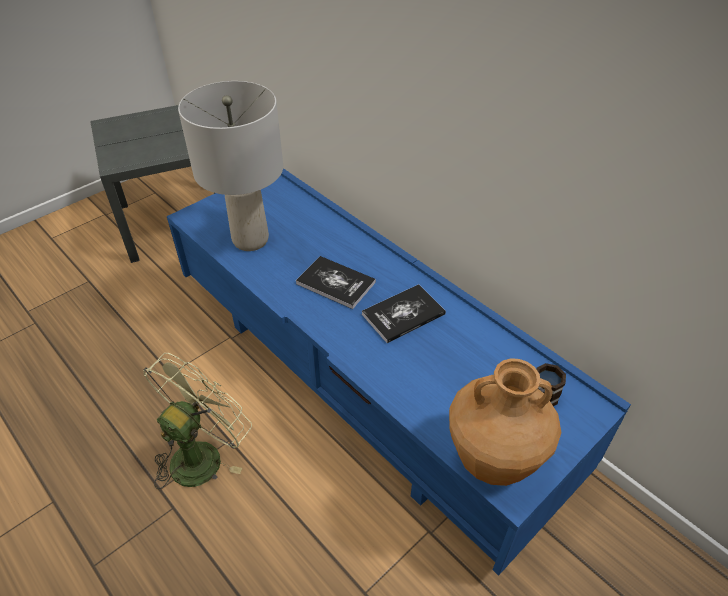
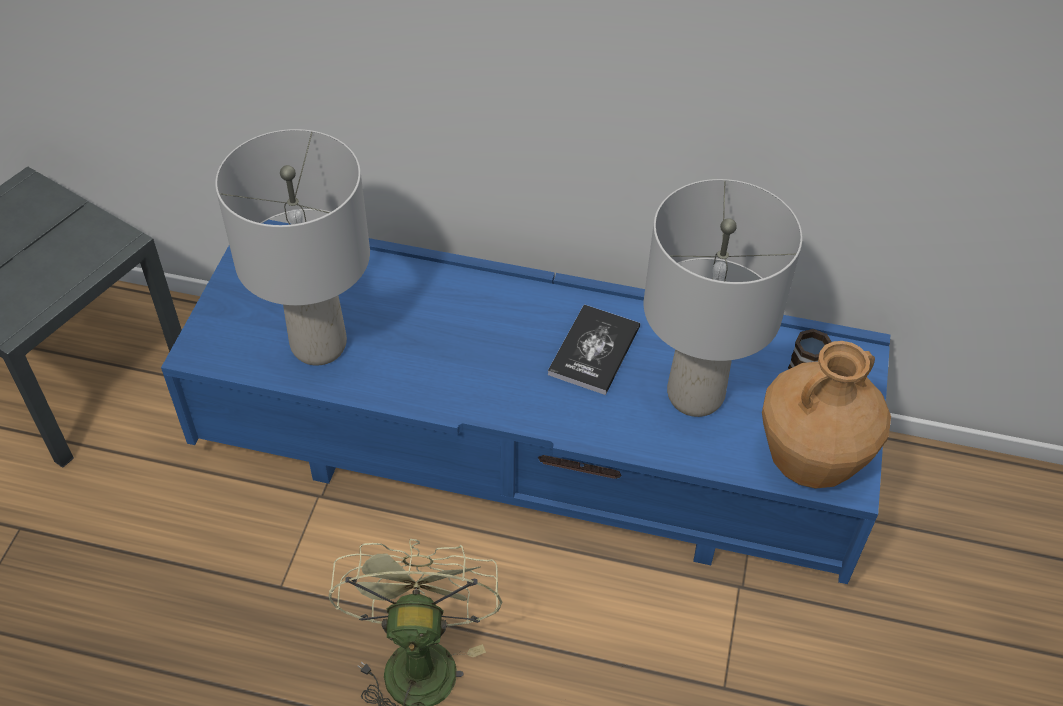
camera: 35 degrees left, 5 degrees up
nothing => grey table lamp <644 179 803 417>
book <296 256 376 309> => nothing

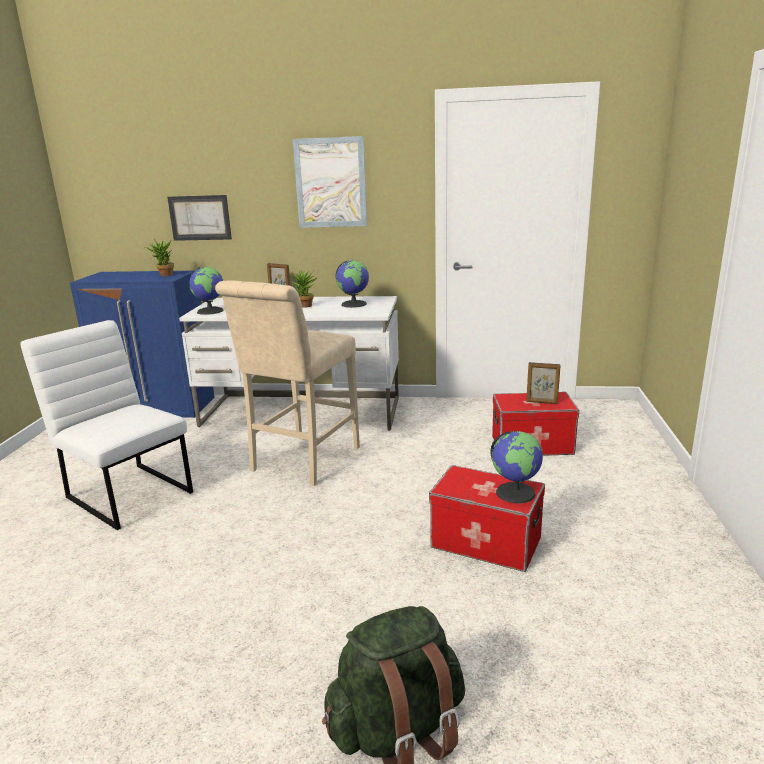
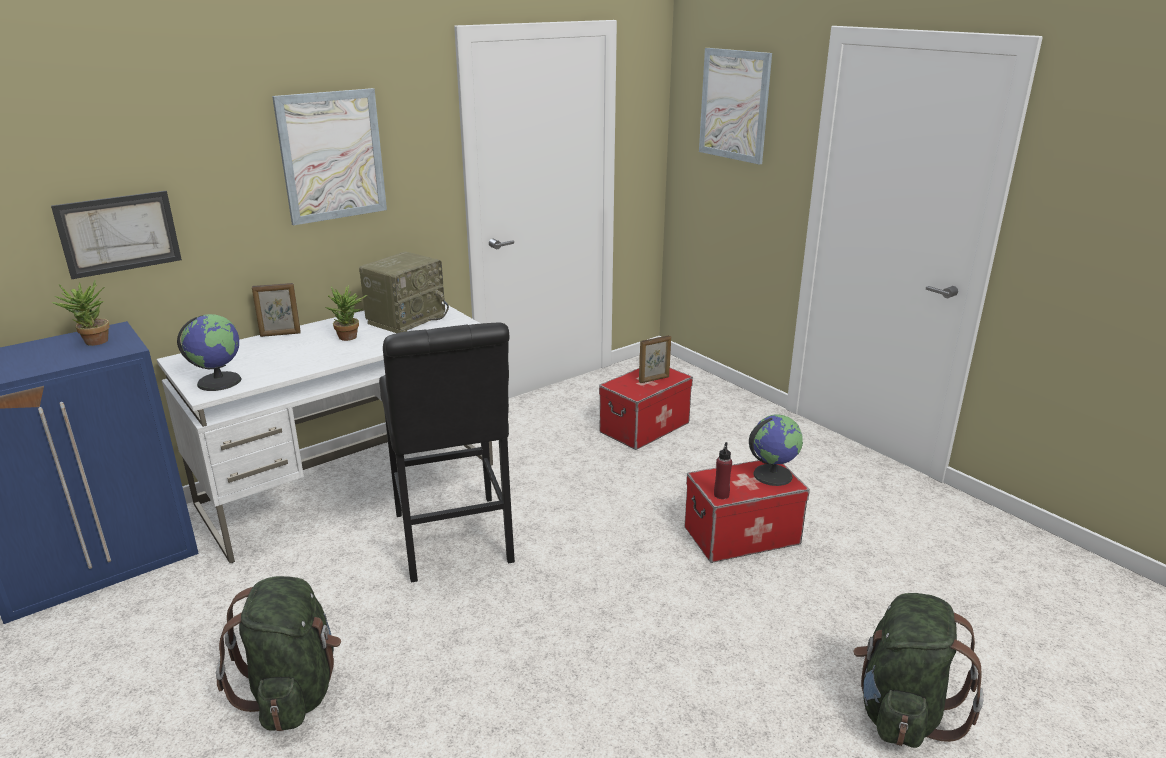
camera: 45 degrees left, 5 degrees up
white chair <21 320 193 530> => green backpack <216 576 341 731>
globe <336 260 369 308> => radio <359 252 449 333>
beige stool <215 281 360 486> => black stool <379 323 515 583>
nothing => picture <699 48 772 165>
nothing => red bottle <714 442 732 499>

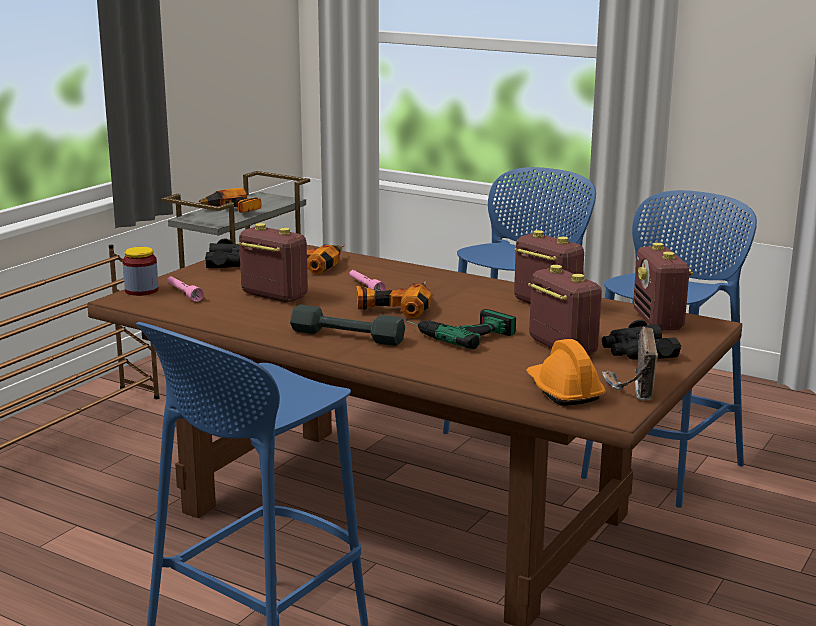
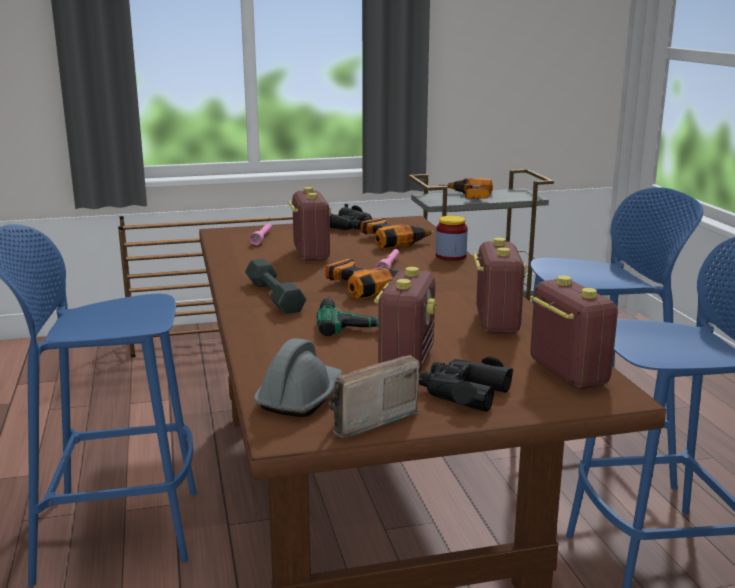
camera: 45 degrees right, 0 degrees up
orange hard hat <526 339 606 406> => grey hard hat <254 338 343 417>
jar <123 247 159 296> => jar <436 216 468 261>, move
radio <633 242 694 330> => radio <530 275 618 389>, 120 degrees clockwise

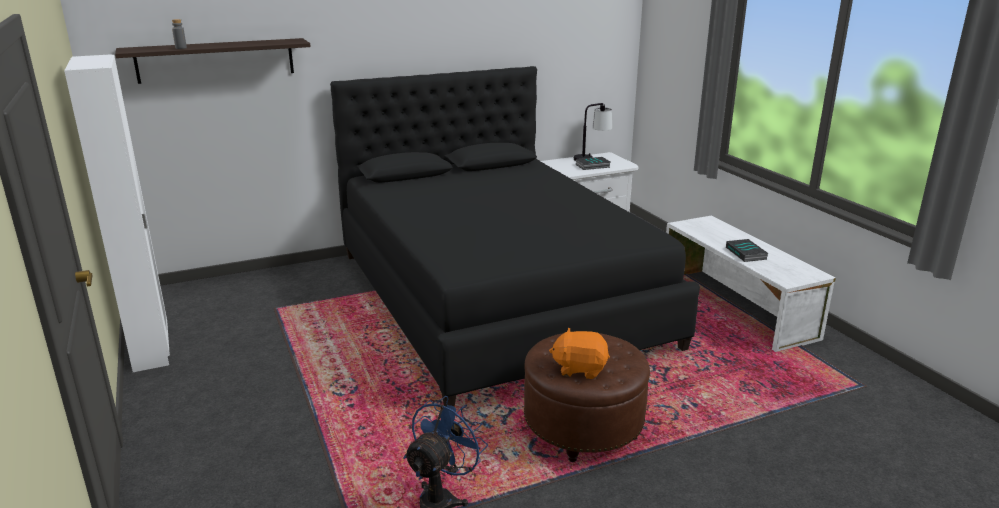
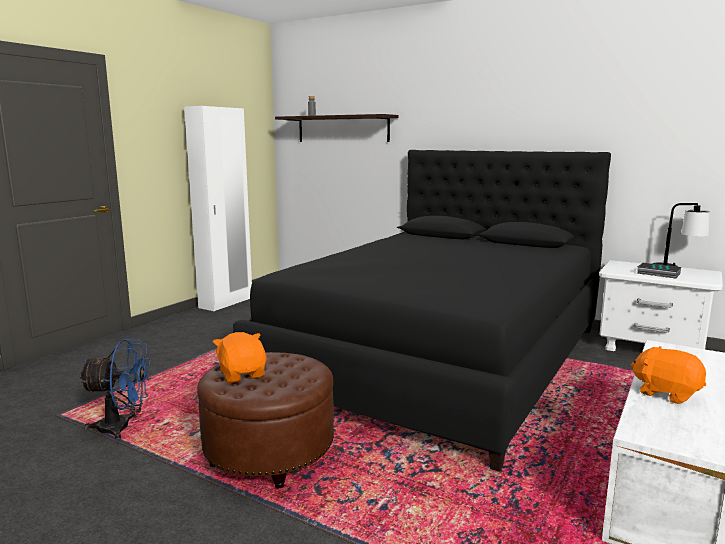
camera: 55 degrees right, 10 degrees down
book <726 239 768 262> => orange plush toy <631 346 706 404>

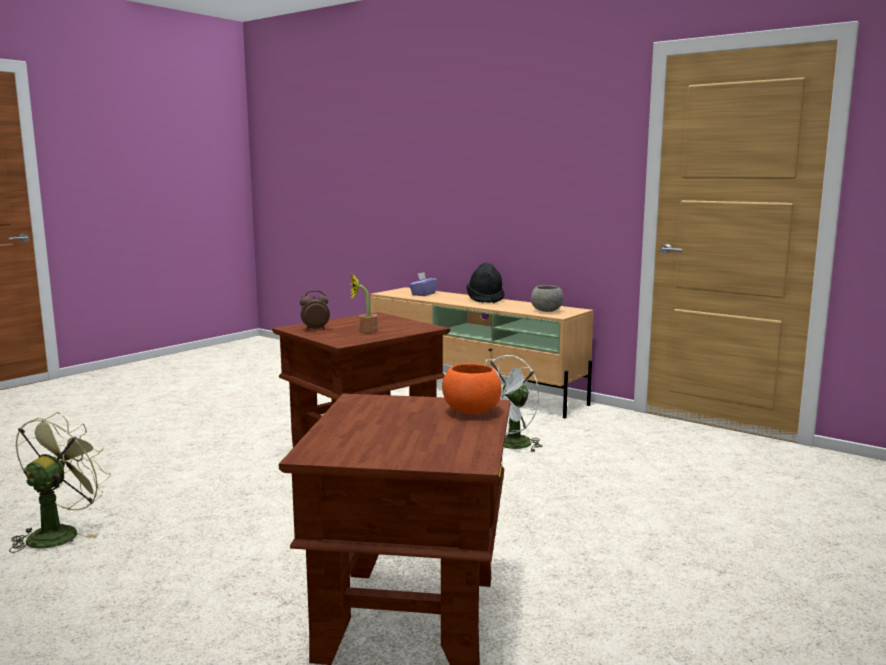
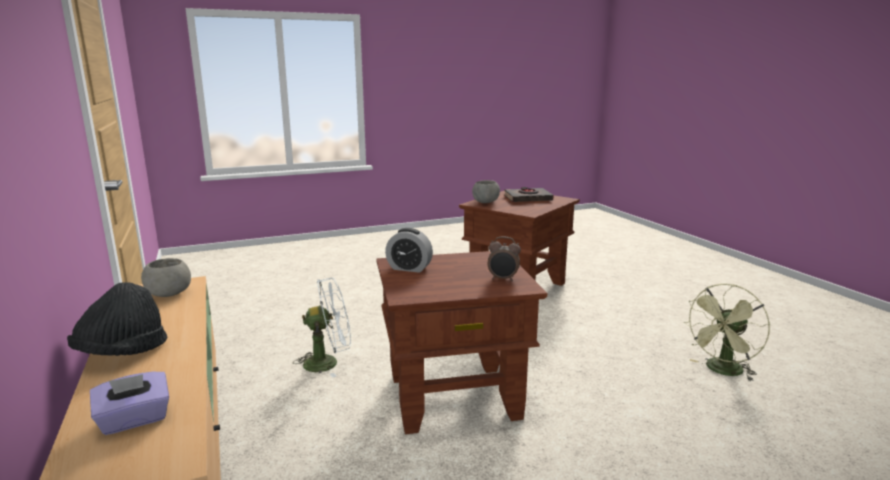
camera: 150 degrees left, 5 degrees up
nothing => alarm clock <385 228 433 273>
orange bowl <442 363 502 414> => grey bowl <472 180 500 203>
nothing => black book <504 187 554 202>
potted plant <349 274 378 333> => nothing

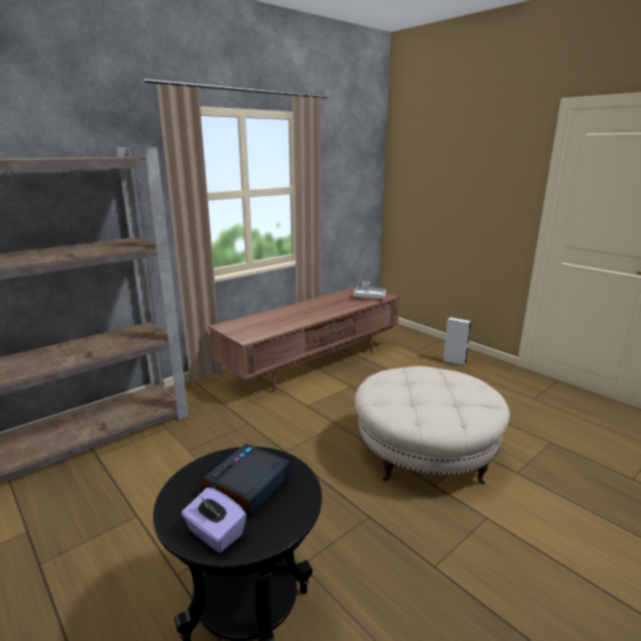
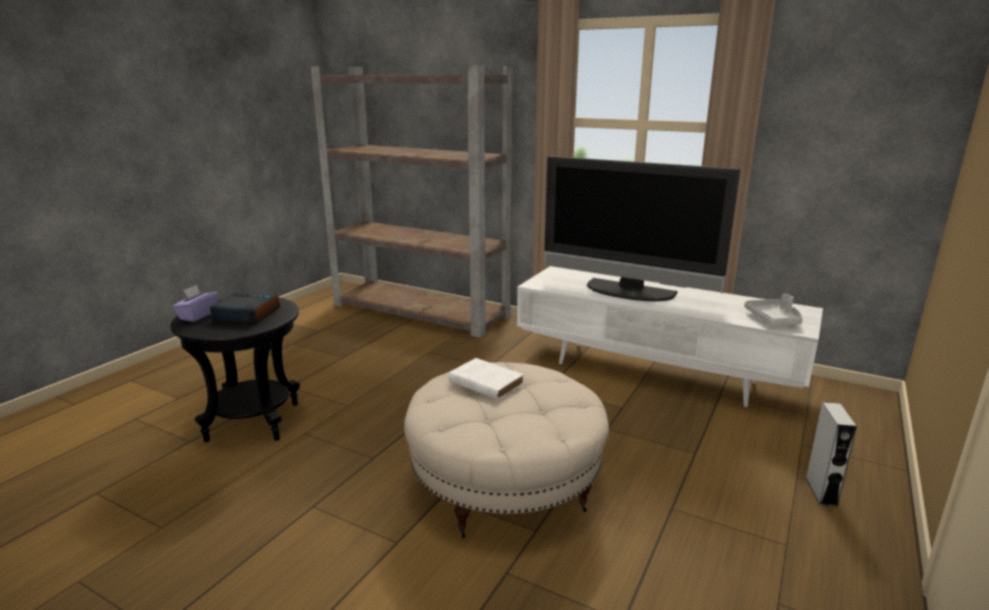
camera: 70 degrees right, 0 degrees up
nothing => white book <448 358 524 400>
brown tv stand <208 286 400 392> => white tv stand <517 266 823 407>
nothing => television <544 156 740 301>

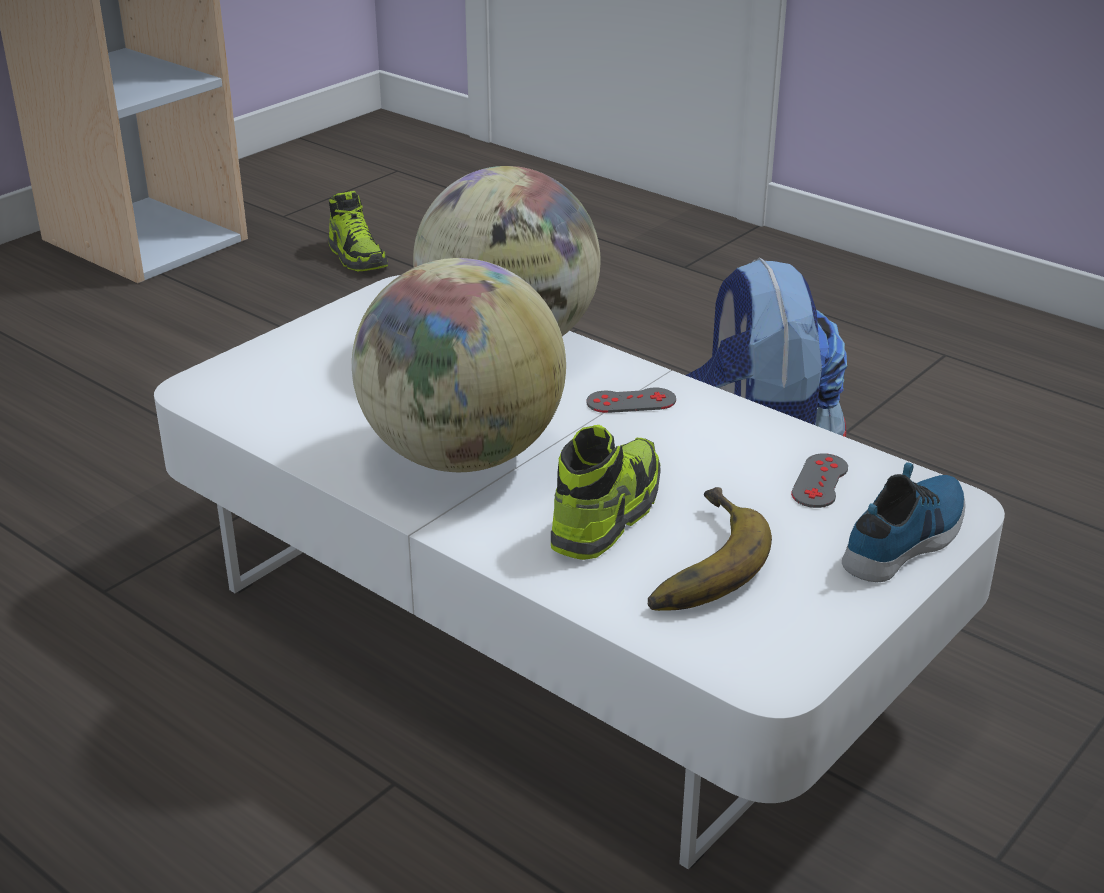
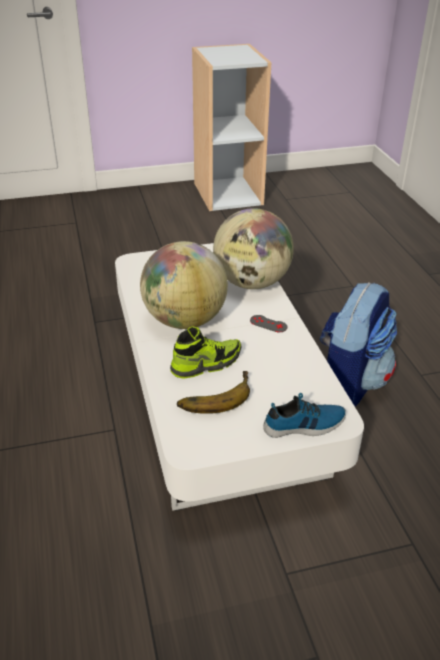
camera: 35 degrees right, 5 degrees up
shoe <328 191 388 271> => nothing
grey game controller <791 453 848 508> => nothing

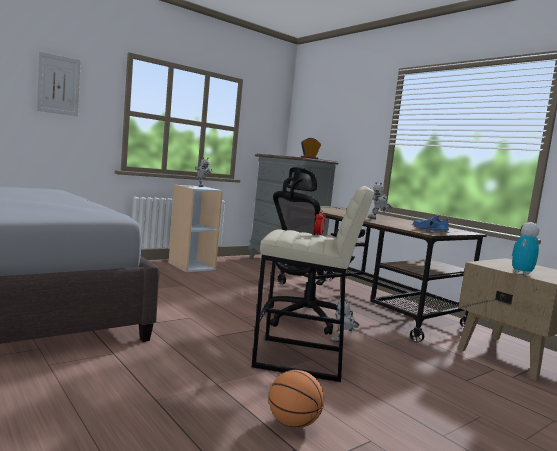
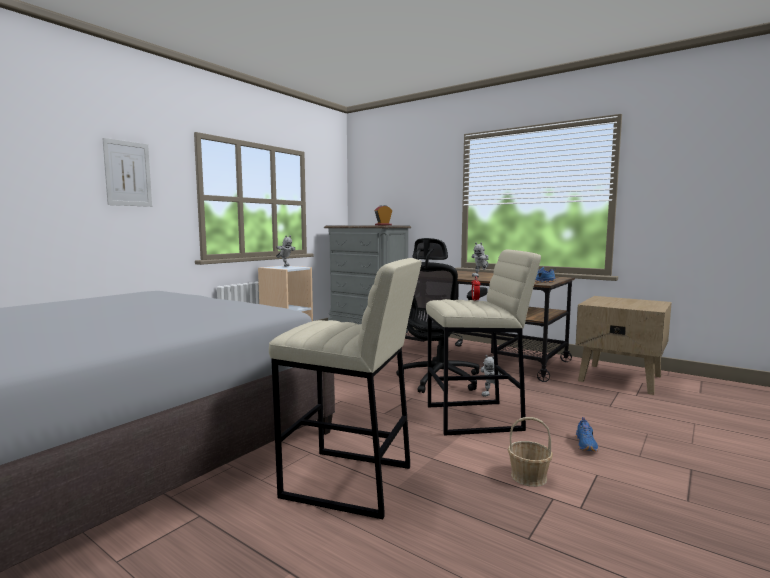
camera: 15 degrees left, 0 degrees up
nothing => beige stool <269 258 422 519>
basketball <269 370 324 428> => basket <508 417 553 487>
nothing => blue shoe <575 417 598 452>
toy robot <512 222 539 275> => nothing

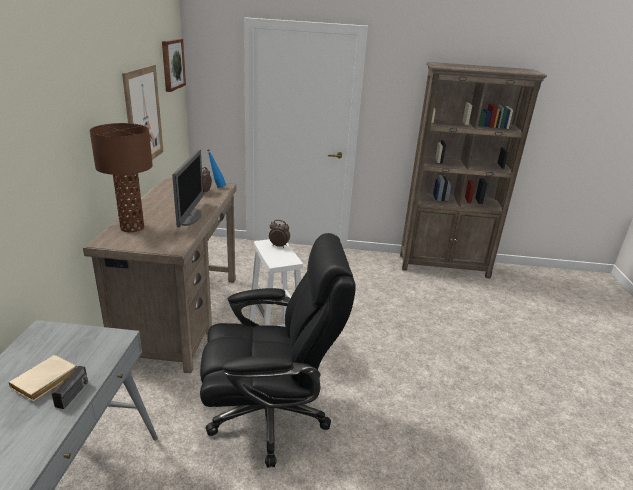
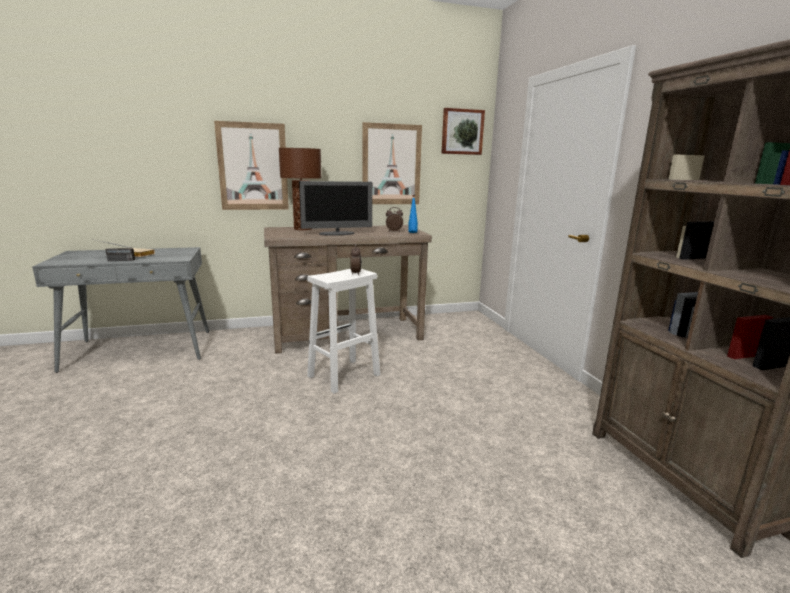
camera: 70 degrees right, 10 degrees down
nothing => picture <214 121 289 210>
black office chair <200 233 356 468> => nothing

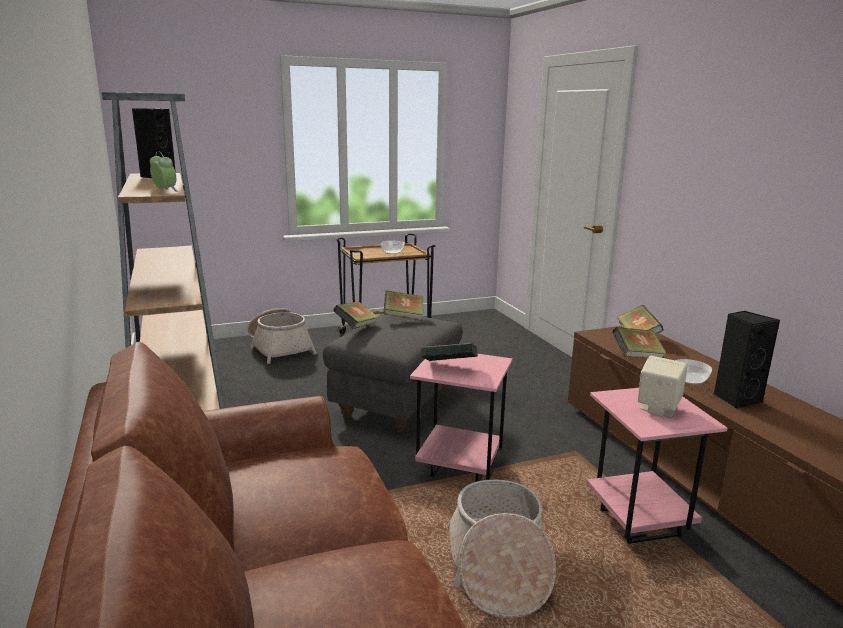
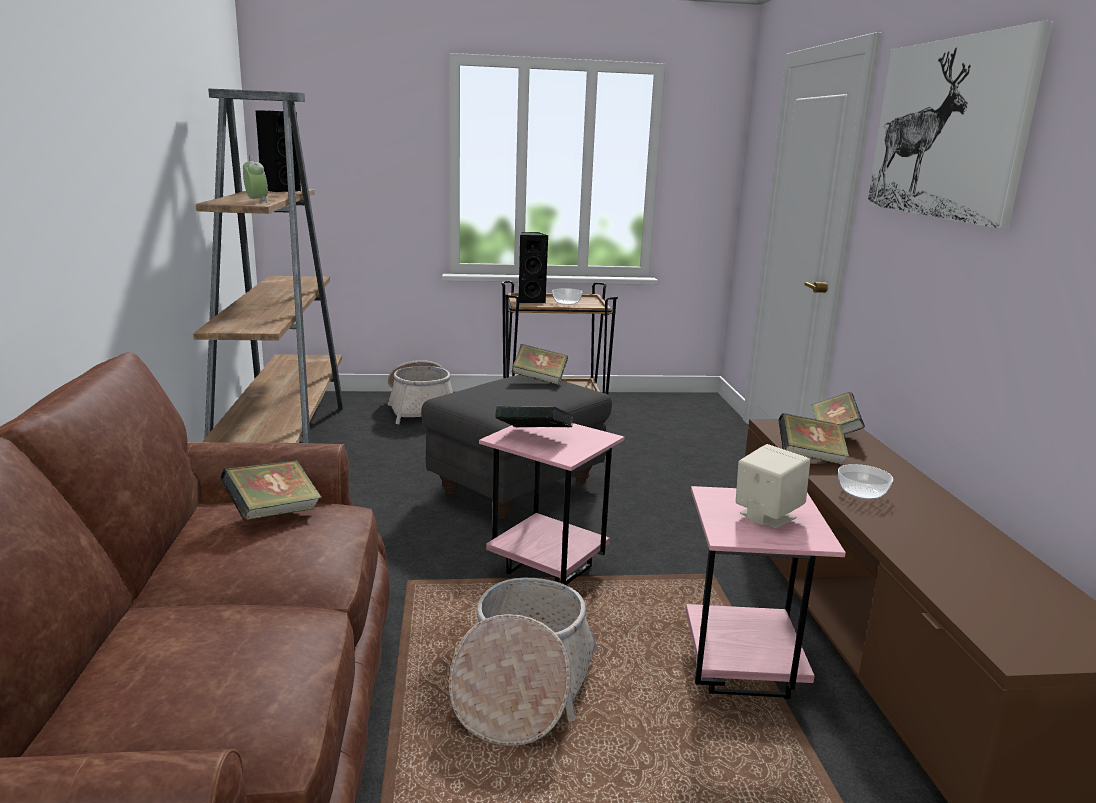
camera: 15 degrees right, 0 degrees up
book <333 301 378 328> => book <220 460 322 520>, move
black speaker <714 311 780 409> => black speaker <519 232 548 303>, move
nothing => picture <867 21 1053 229>

